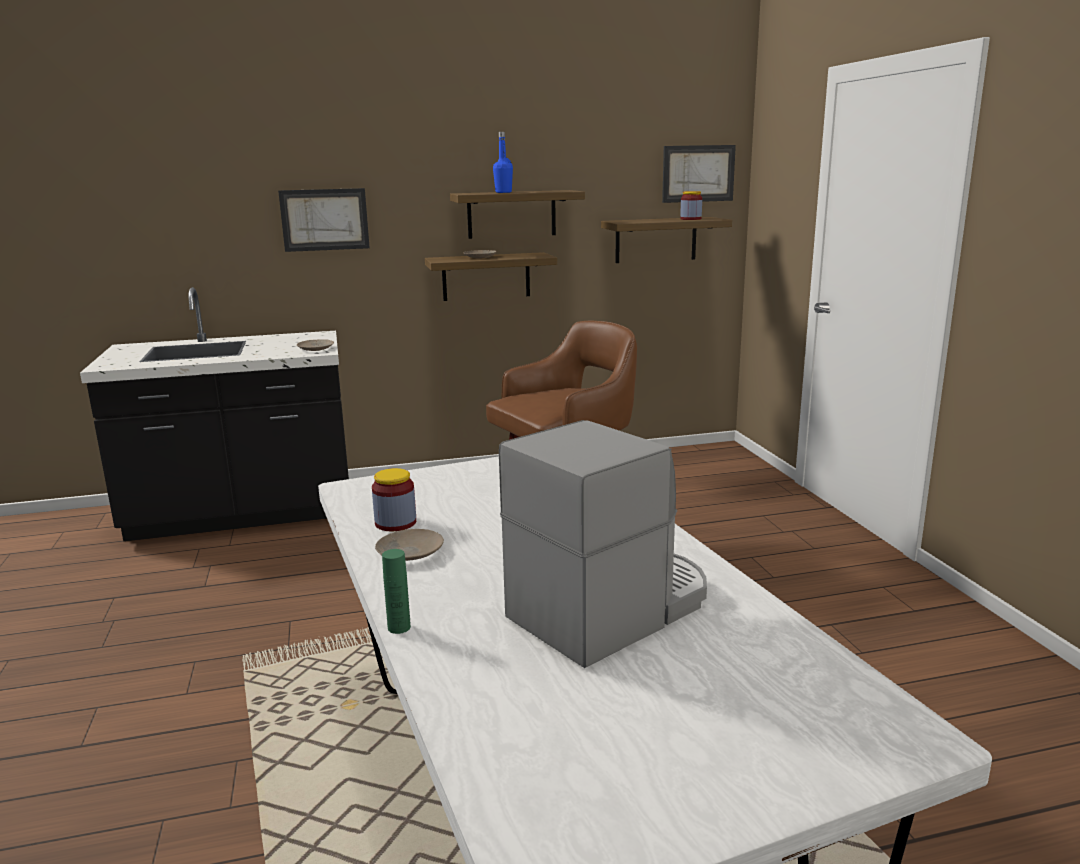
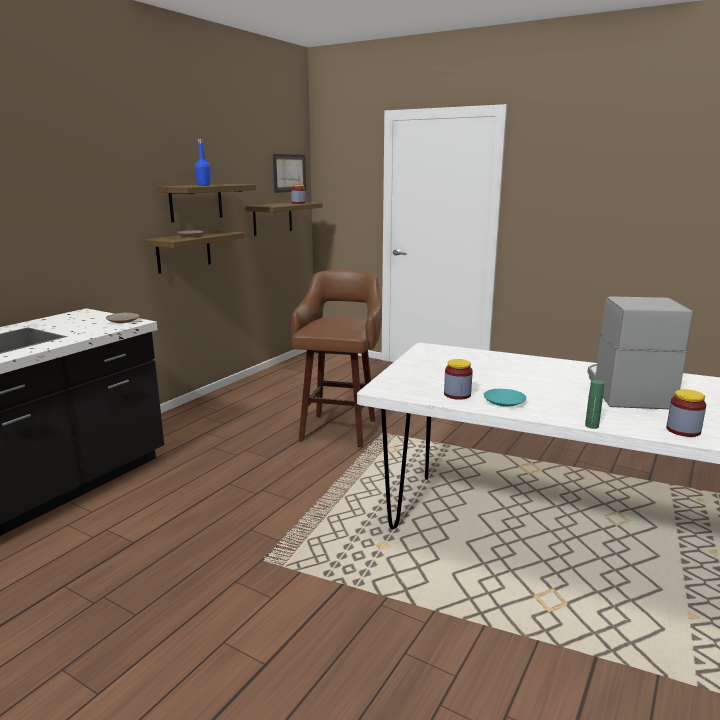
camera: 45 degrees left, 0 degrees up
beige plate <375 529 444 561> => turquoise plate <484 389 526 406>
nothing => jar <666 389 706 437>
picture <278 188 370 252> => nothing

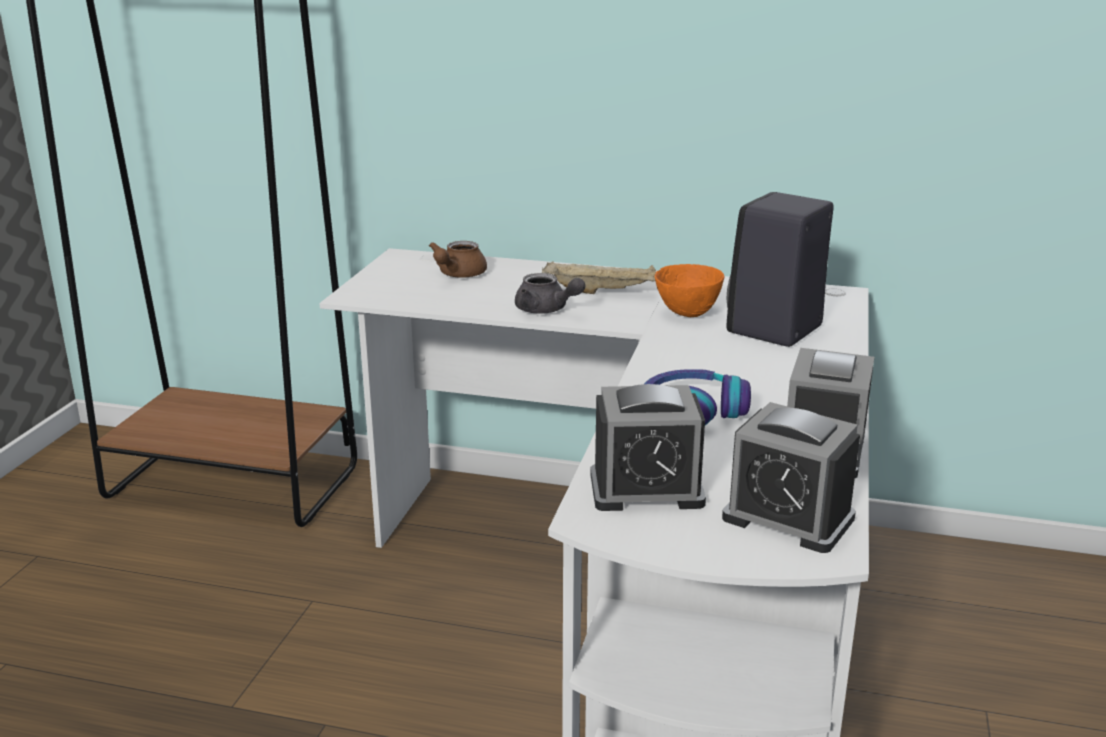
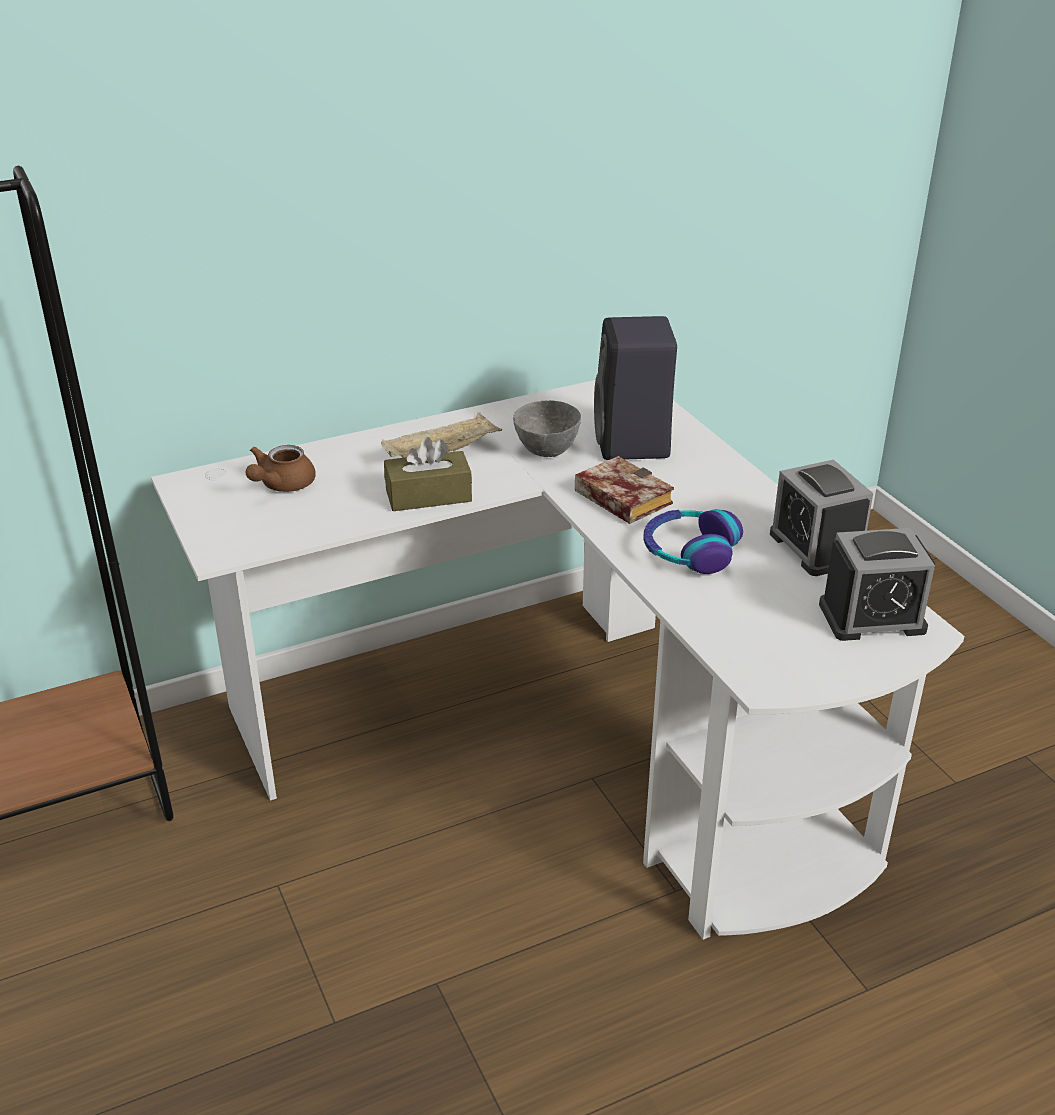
camera: 40 degrees left, 10 degrees up
brown teapot <429 241 487 278> => brown teapot <246 445 315 492>, 45 degrees clockwise
grey teapot <515 273 585 314> => brown tissue box <384 437 472 511>
orange bowl <655 264 724 317> => grey bowl <513 400 581 457>
nothing => book <575 456 674 524>
alarm clock <590 384 706 511> => nothing

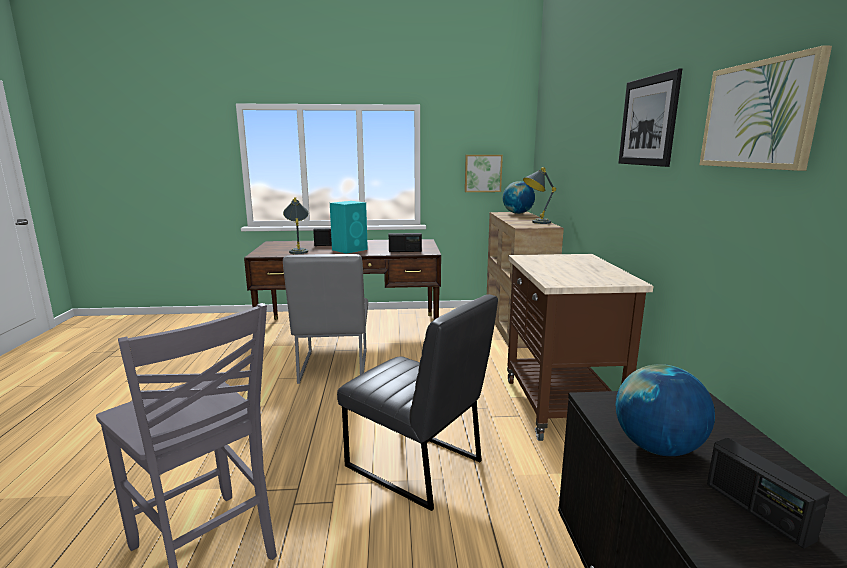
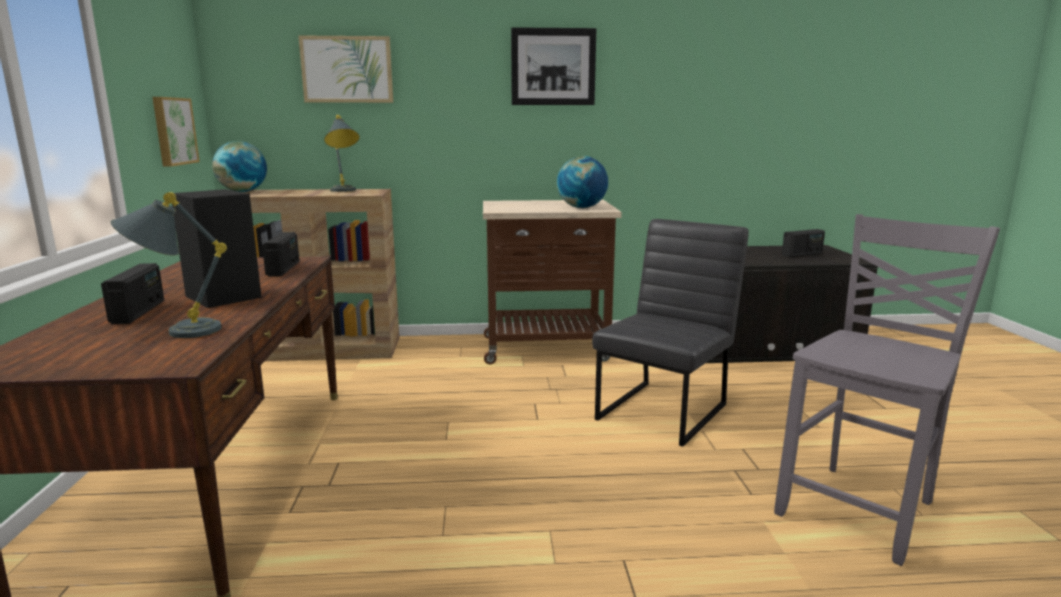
camera: 90 degrees left, 0 degrees up
turquoise speaker <330 201 368 254> => black speaker <172 189 262 308>
picture <699 46 832 171> => picture <298 35 393 103>, move
globe <616 364 715 456> => globe <557 156 608 208>, move
grey chair <283 254 368 384> => nothing

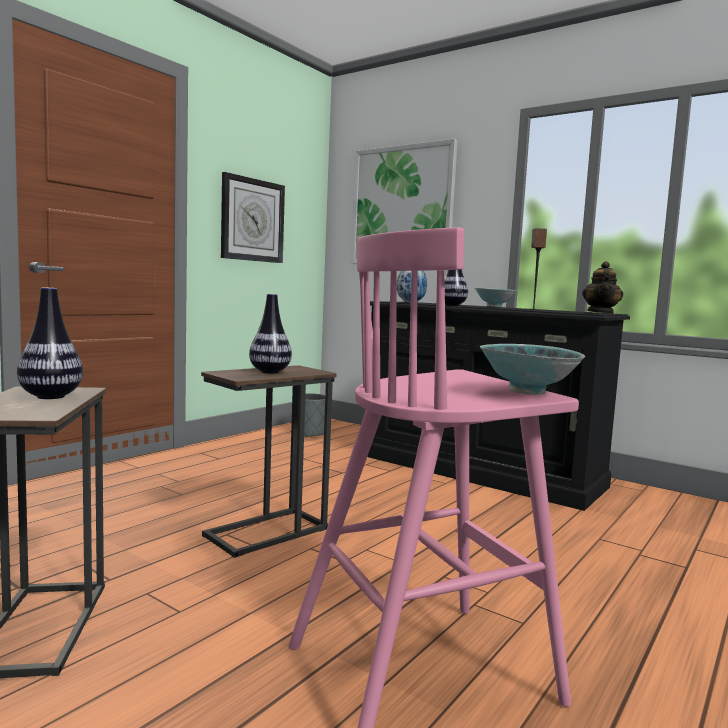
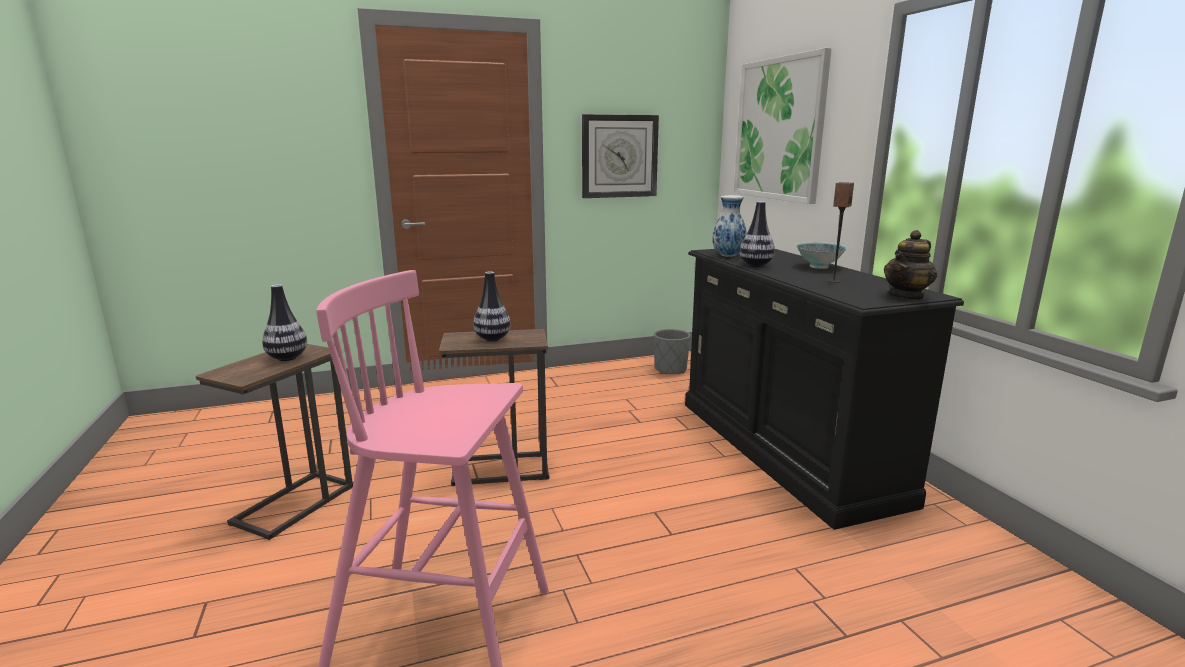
camera: 35 degrees right, 10 degrees up
bowl <480 344 585 395> => nothing

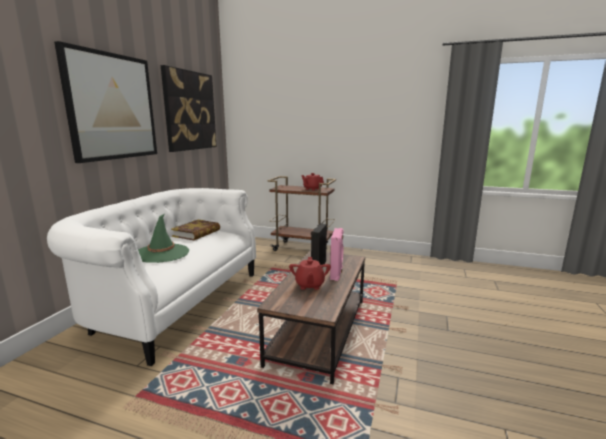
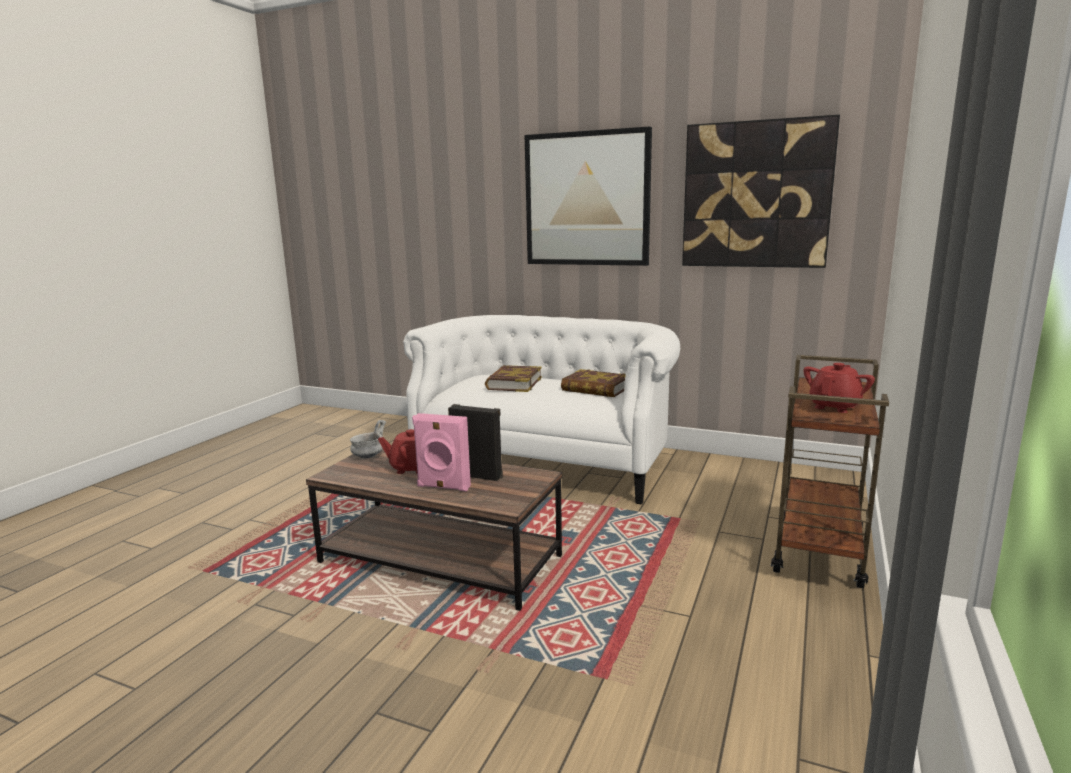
camera: 95 degrees right, 0 degrees up
nothing => grey bowl <350 420 386 459>
green hat <138 214 189 263> => book <485 365 542 392>

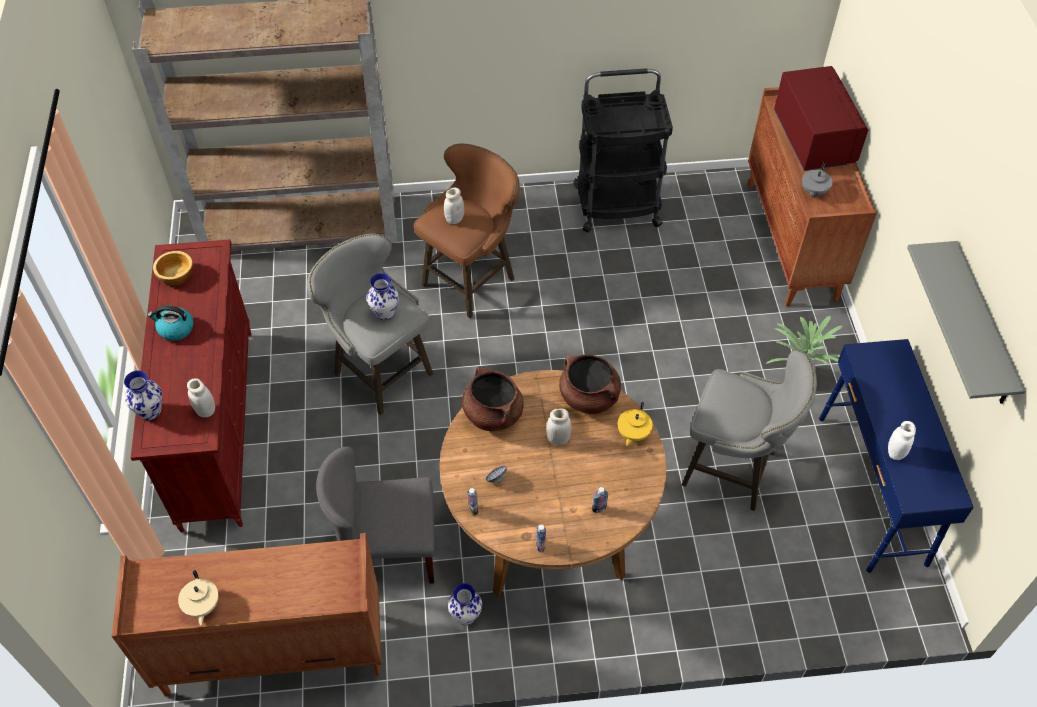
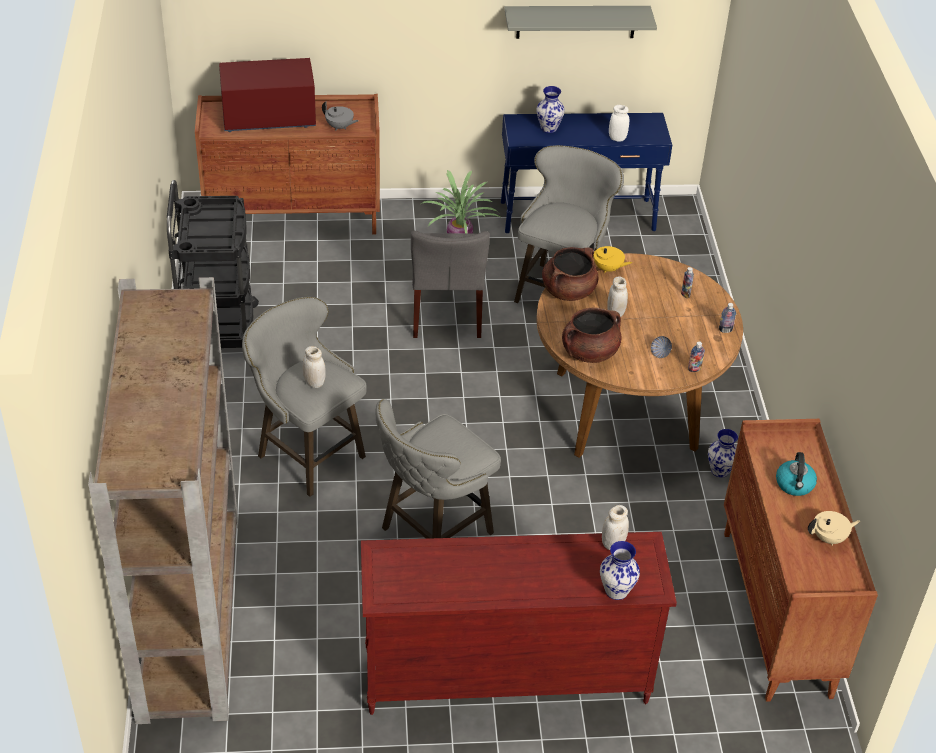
camera: 90 degrees left, 10 degrees down
brown stool <414 144 520 318> => grey stool <242 297 367 497>
grey chair <316 447 435 584> => grey chair <411 231 490 338>, move
vase <367 273 399 320> => vase <537 86 565 133>, move
kettle <148 305 194 341> => kettle <776 452 817 496>, move
bowl <153 251 193 285> => nothing

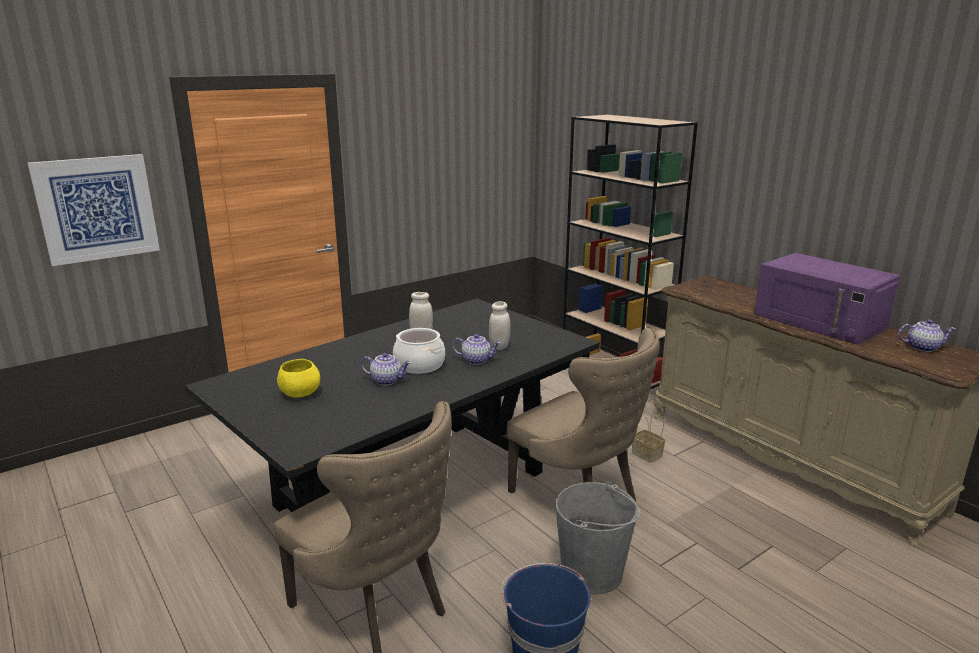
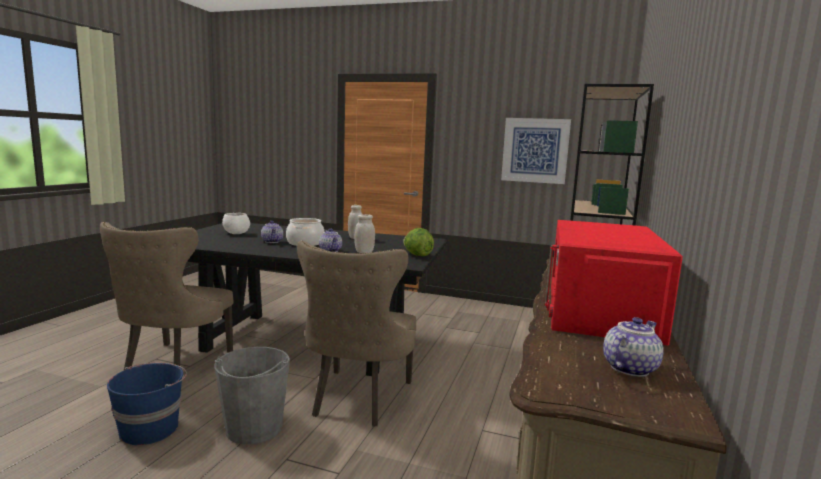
camera: 55 degrees right, 10 degrees down
yellow bowl <277 359 320 397> => white bowl <222 213 250 234>
nothing => lettuce <403 228 434 256>
picture <28 154 160 266> => picture <501 118 571 184>, move
purple microwave <754 253 900 345> => red microwave <545 220 683 346>
teapot <898 319 956 352> => teapot <603 317 664 377>, 105 degrees counterclockwise
basket <632 406 665 463> => nothing

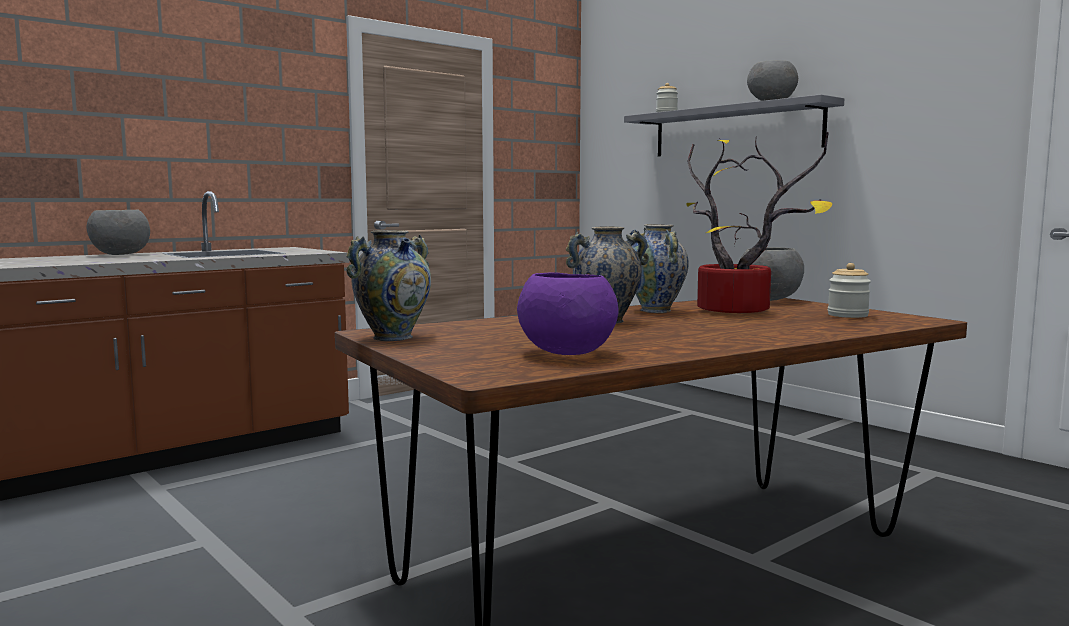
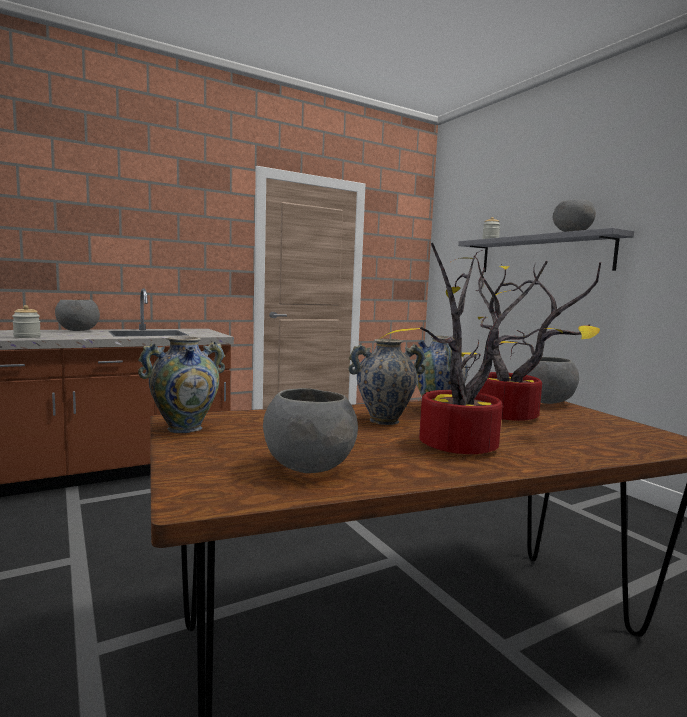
camera: 10 degrees right, 0 degrees up
jar <828 263 871 318> => jar <12 305 41 338>, move
purple bowl <517 272 618 355> => grey bowl <263 388 358 473>
nothing => potted plant <378 243 563 454>

